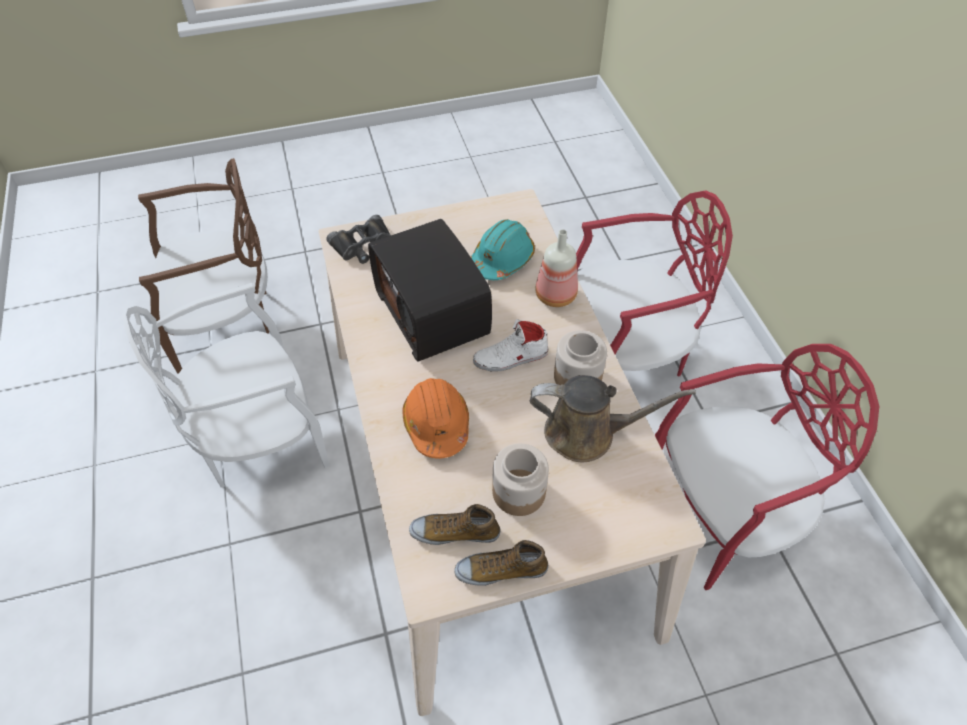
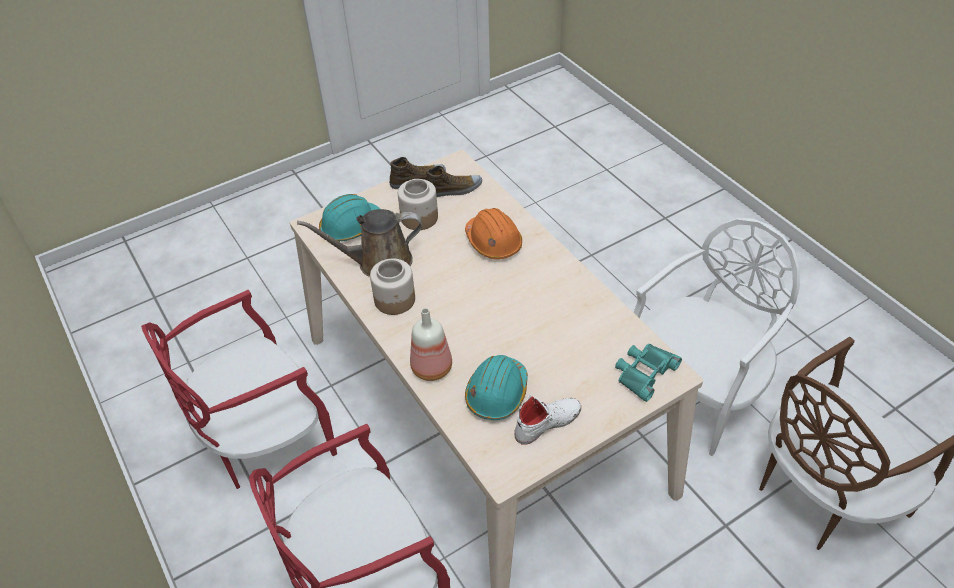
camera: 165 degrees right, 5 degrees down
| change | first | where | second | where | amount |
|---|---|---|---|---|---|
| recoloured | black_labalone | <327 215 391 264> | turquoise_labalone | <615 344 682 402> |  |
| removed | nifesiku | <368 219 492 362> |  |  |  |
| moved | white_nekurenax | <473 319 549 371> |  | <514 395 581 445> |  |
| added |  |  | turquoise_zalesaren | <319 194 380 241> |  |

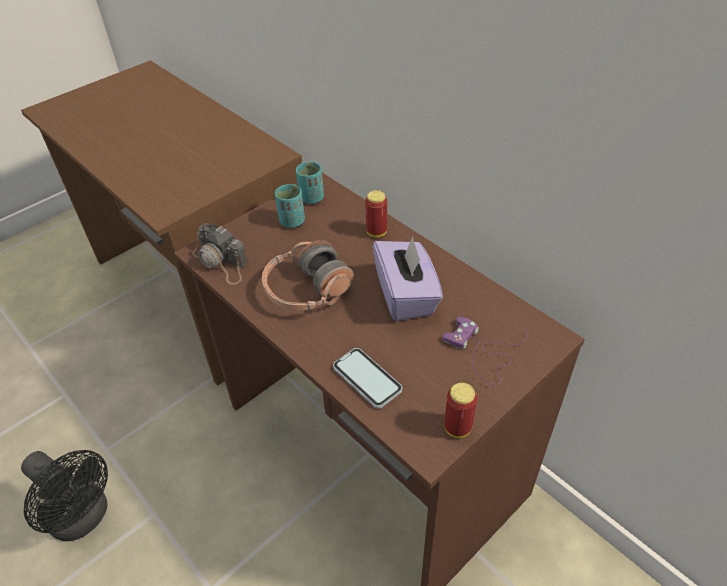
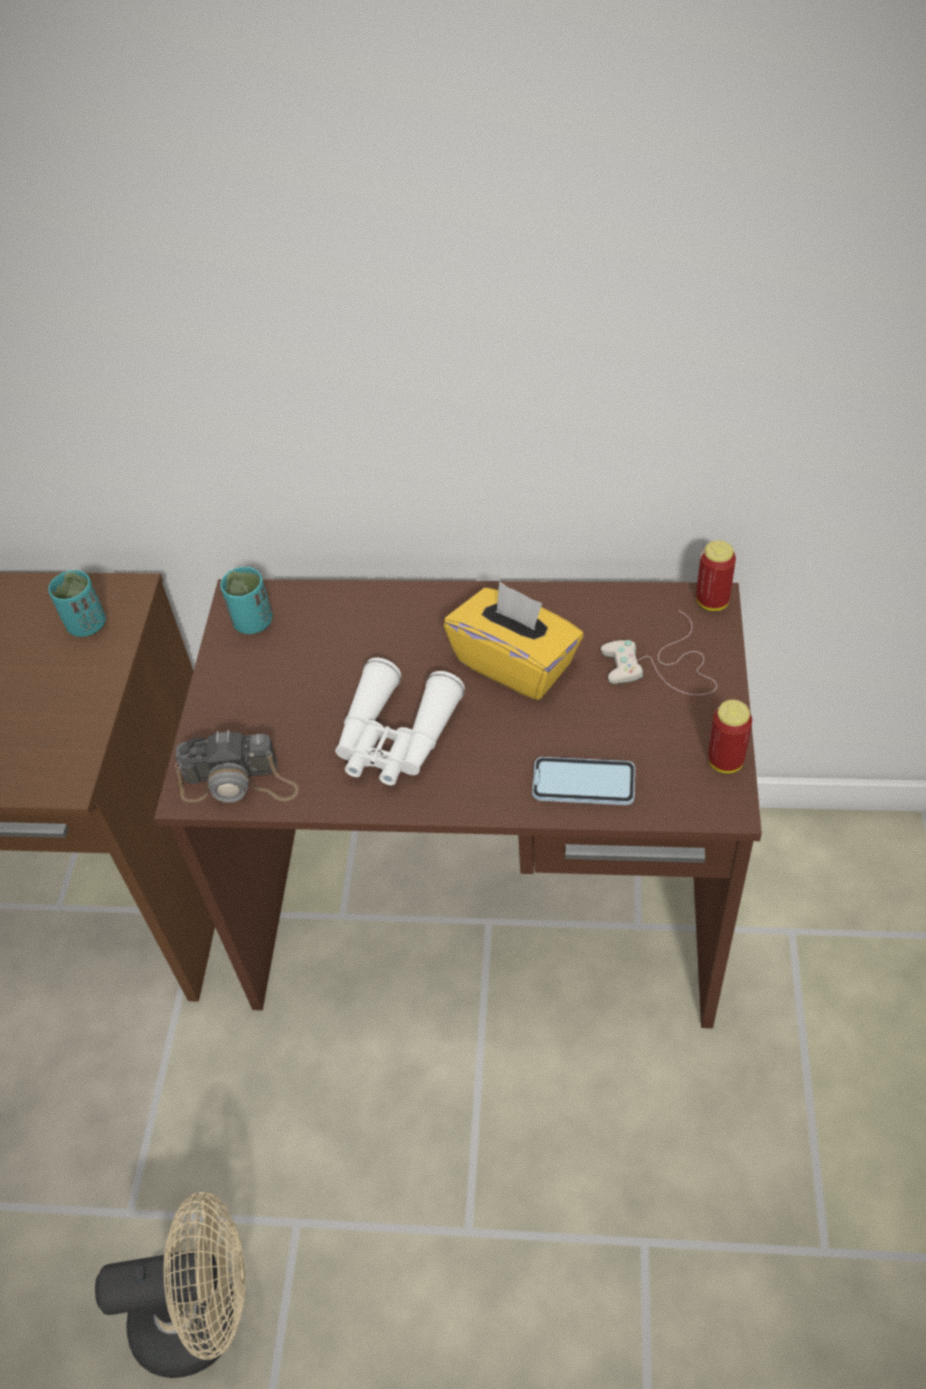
camera: 40 degrees left, 5 degrees up
| change | first | where | second | where | amount |
|---|---|---|---|---|---|
| recoloured | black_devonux | <21 450 108 541> | beige_devonux | <95 1192 245 1378> |  |
| replaced | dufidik | <262 240 354 311> | white_labalone | <335 658 465 785> |  |
| moved | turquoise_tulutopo | <275 184 305 228> |  | <48 570 106 637> |  |
| moved | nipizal | <365 190 387 237> |  | <696 540 736 611> |  |
| recoloured | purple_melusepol | <373 237 443 321> | yellow_melusepol | <444 581 583 700> |  |
| recoloured | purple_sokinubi | <442 317 528 385> | white_sokinubi | <601 610 717 695> |  |

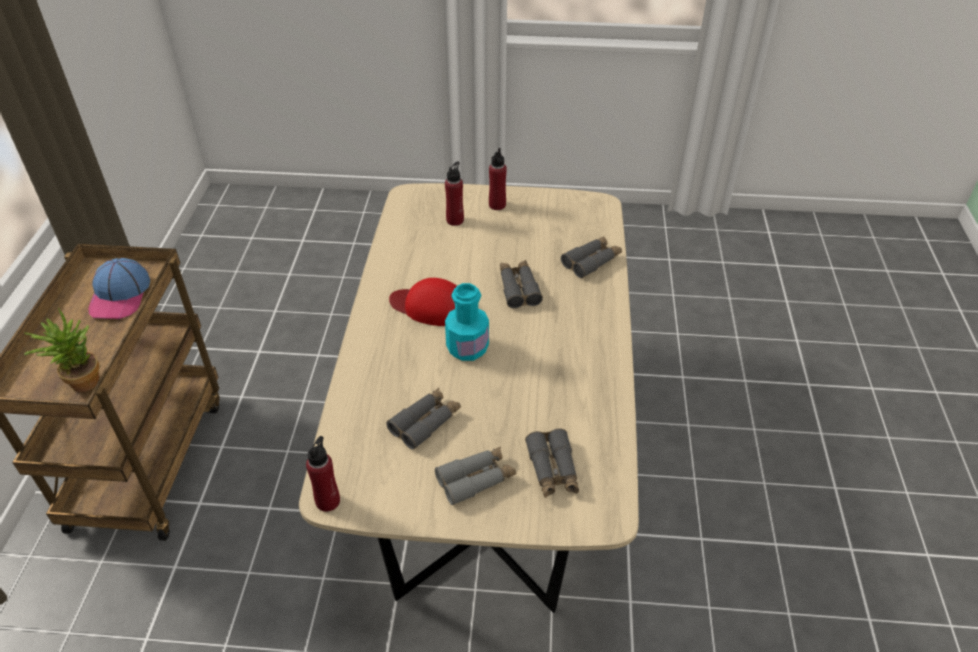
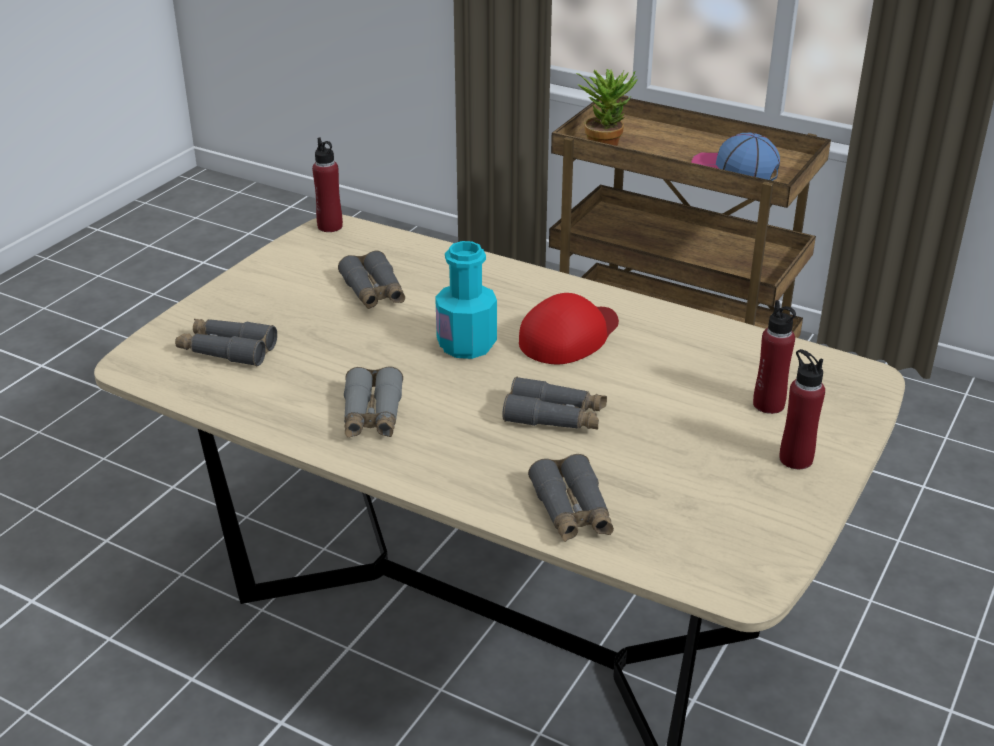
camera: 115 degrees right, 10 degrees down
| change | first | where | second | where | amount |
|---|---|---|---|---|---|
| moved | grey_labalone | <435 447 516 505> |  | <344 366 403 438> |  |

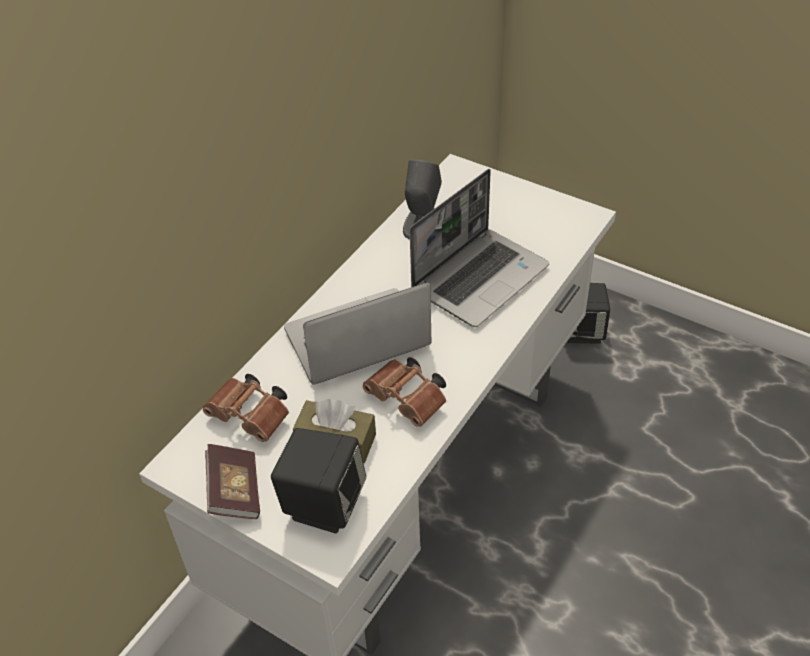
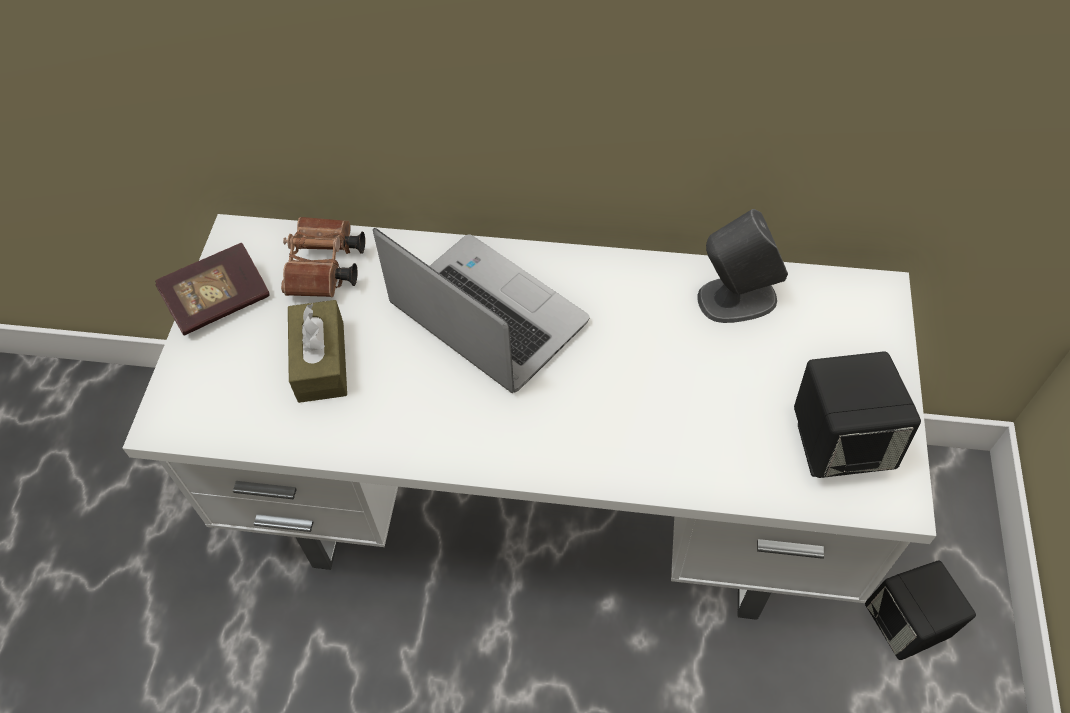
camera: 65 degrees right, 10 degrees up
| change | first | where | second | where | amount |
|---|---|---|---|---|---|
| moved | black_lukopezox | <271 428 366 533> |  | <794 351 921 478> |  |
| removed | brown_labalone | <363 357 446 427> |  |  |  |
| removed | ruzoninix | <410 169 549 327> |  |  |  |

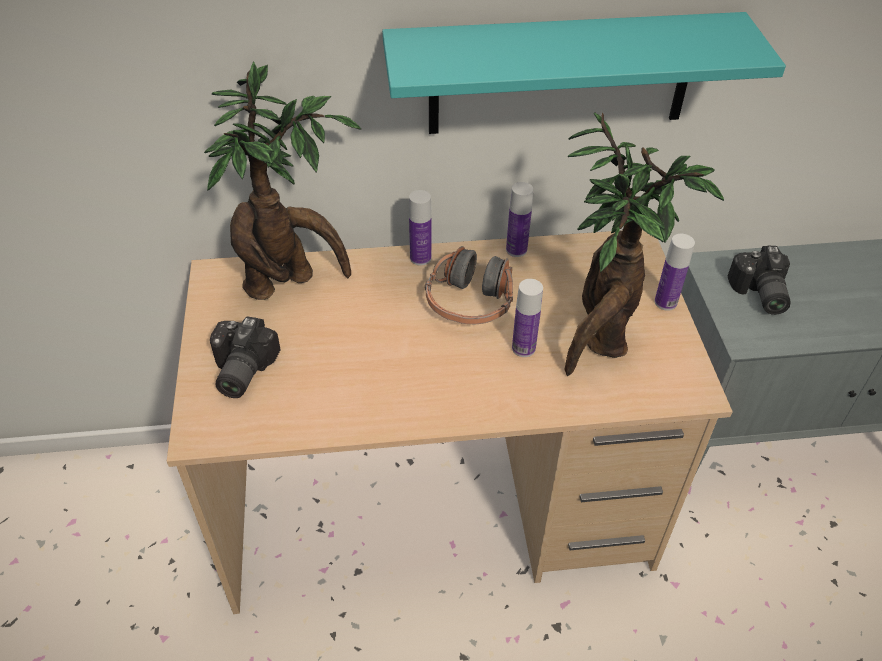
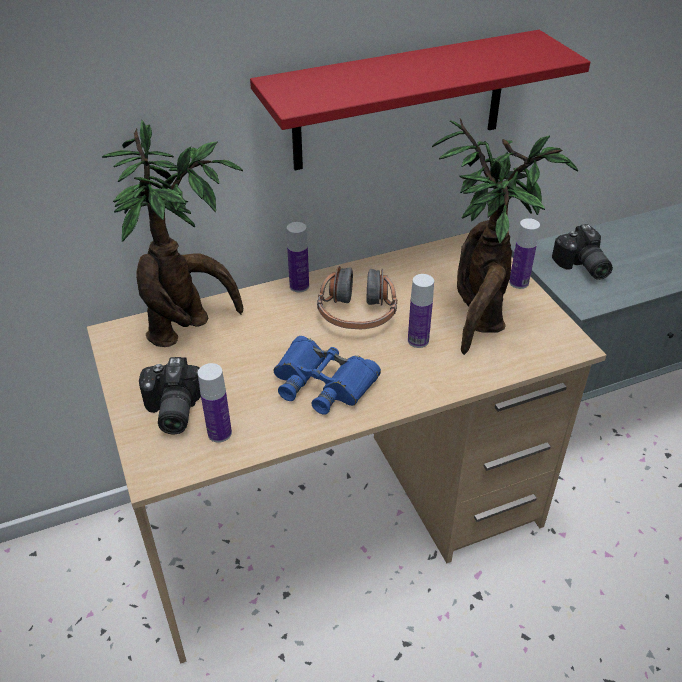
camera: 15 degrees left, 5 degrees down
| change | first | where | second | where | amount |
|---|---|---|---|---|---|
| recoloured | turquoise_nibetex | <382 12 786 134> | red_nibetex | <250 30 590 170> |  |
| moved | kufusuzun | <506 182 533 257> |  | <198 363 232 443> |  |
| added |  |  | blue_labalone | <273 336 381 415> |  |

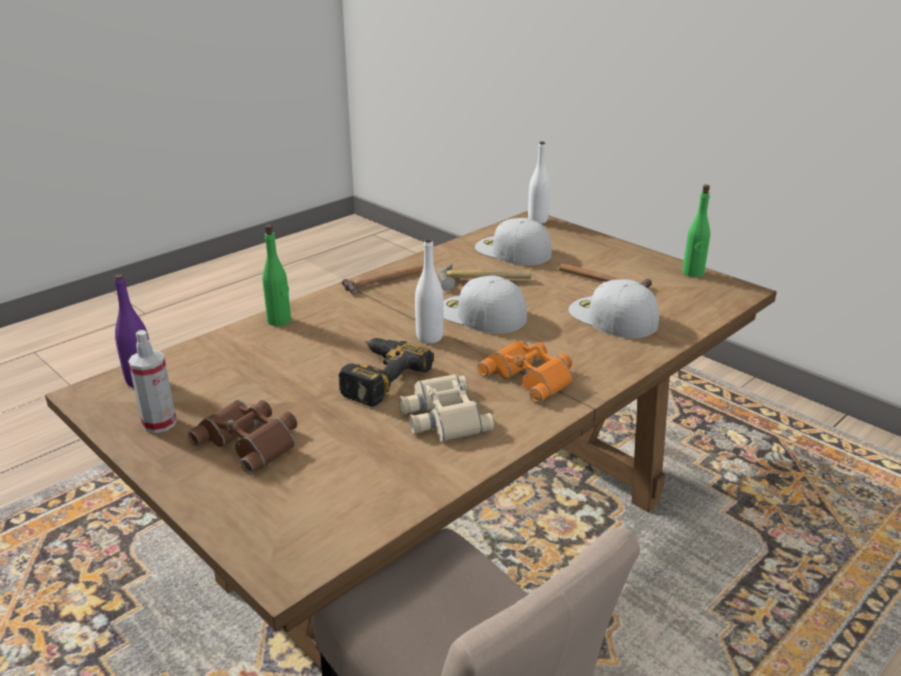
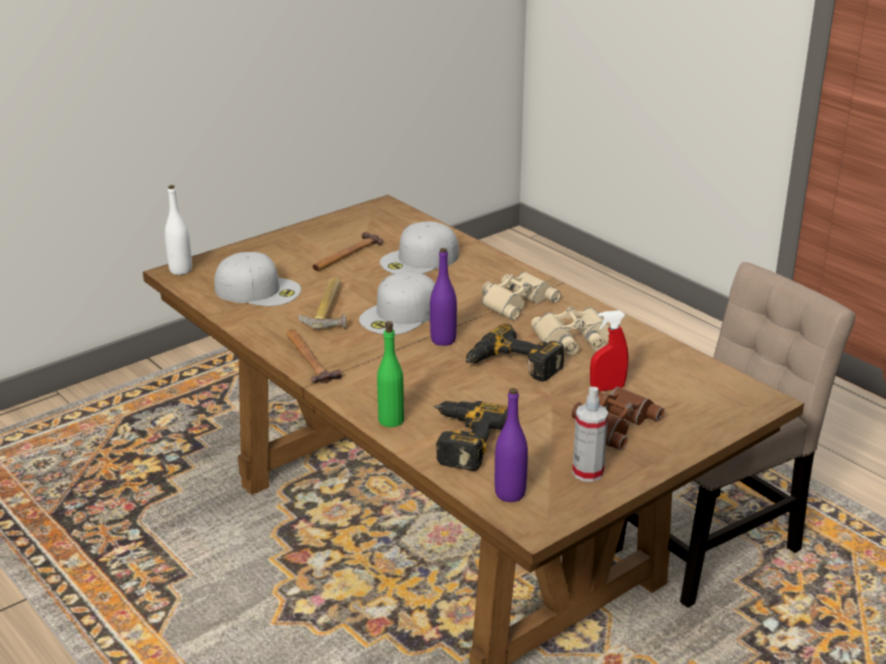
camera: 85 degrees left, 0 degrees up
| change | first | where | second | where | amount |
|---|---|---|---|---|---|
| recoloured | white_kufusuzun | <415 238 444 343> | purple_kufusuzun | <430 248 457 346> |  |
| turned | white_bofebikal | <475 218 552 265> |  | <214 252 301 306> | 120 degrees counterclockwise |
| recoloured | orange_labalone | <477 339 574 403> | beige_labalone | <481 272 560 320> |  |
| removed | green_kufusuzun | <682 185 710 277> |  |  |  |
| added |  |  | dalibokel | <434 401 508 471> |  |
| added |  |  | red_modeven | <590 310 628 391> |  |

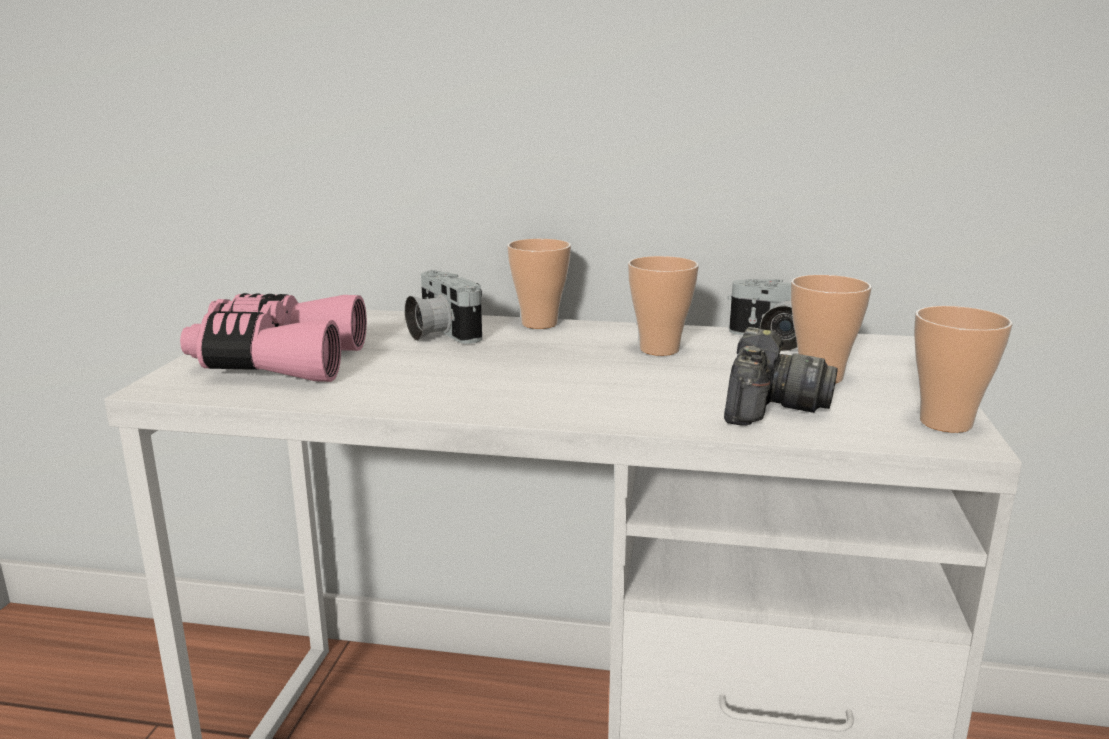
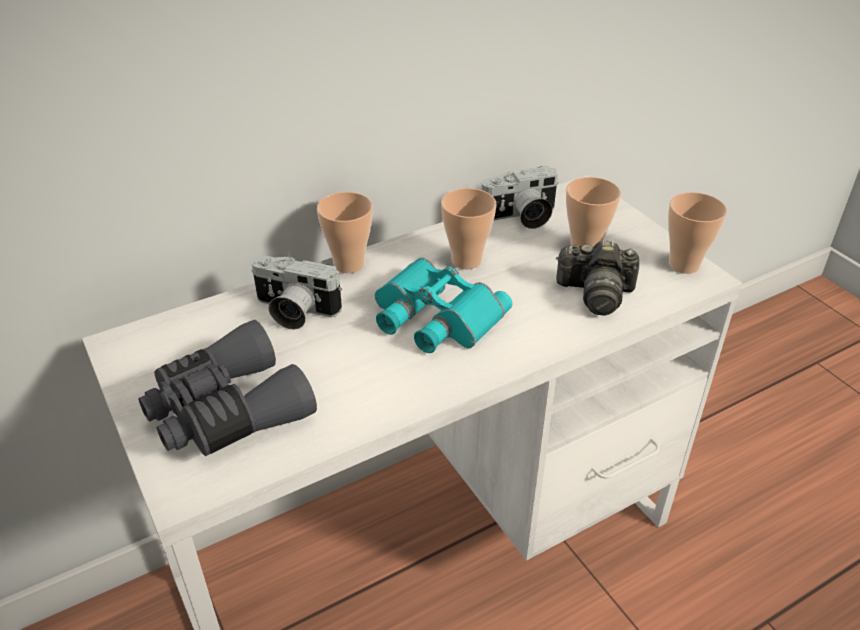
camera: 40 degrees left, 20 degrees up
| change | first | where | second | where | amount |
|---|---|---|---|---|---|
| recoloured | pink_labalone | <180 293 367 382> | grey_labalone | <138 320 317 456> |  |
| turned | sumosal | <724 327 838 426> |  | <556 240 639 315> | 120 degrees clockwise |
| added |  |  | turquoise_labalone | <375 257 513 353> |  |

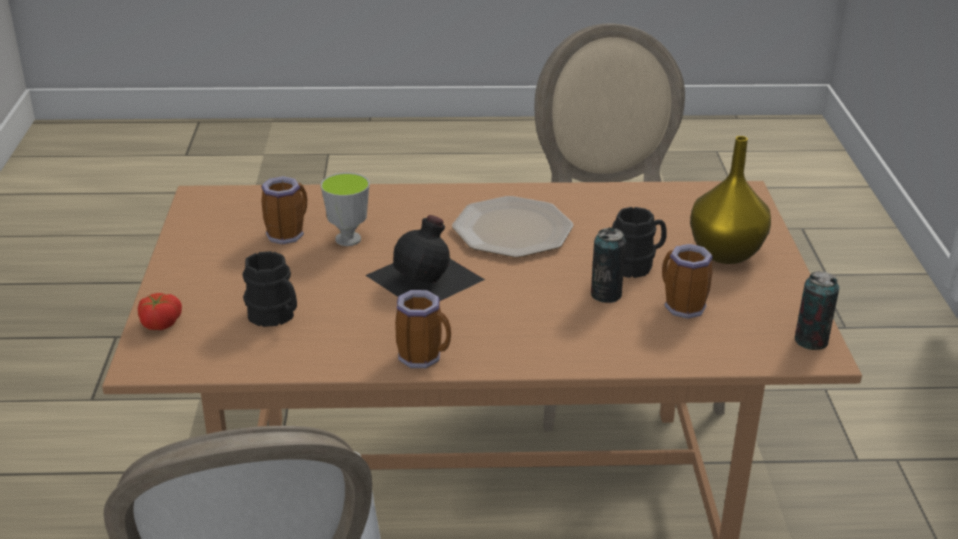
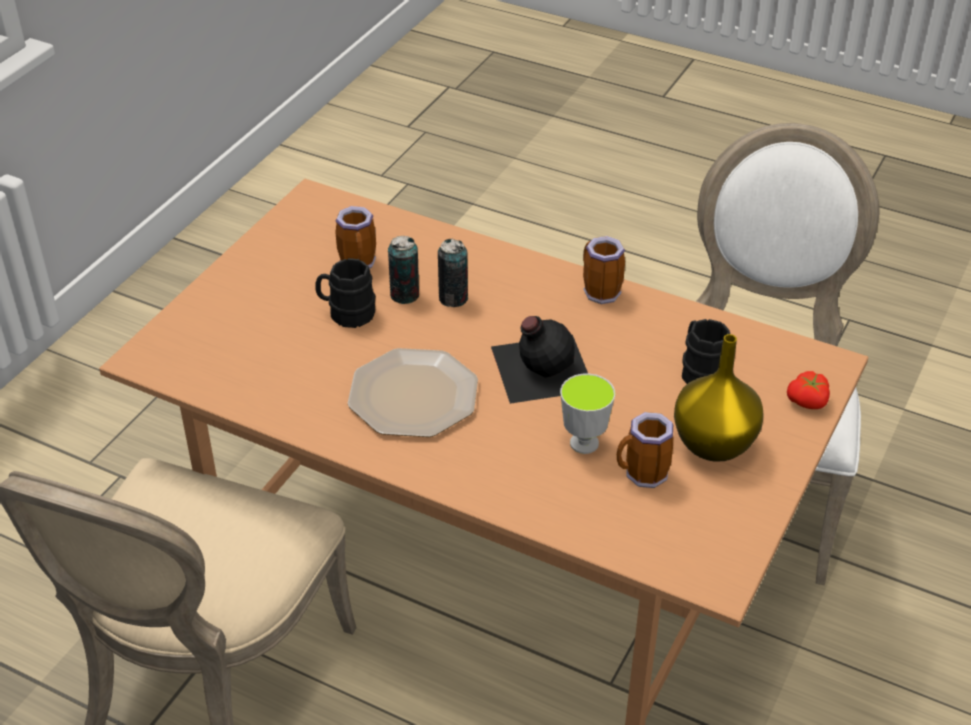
camera: 150 degrees left, 10 degrees up
| change | first | where | second | where | amount |
|---|---|---|---|---|---|
| moved | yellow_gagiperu | <690 136 771 264> |  | <674 334 764 462> |  |
| moved | nipizal | <795 271 839 350> |  | <438 239 468 307> |  |

